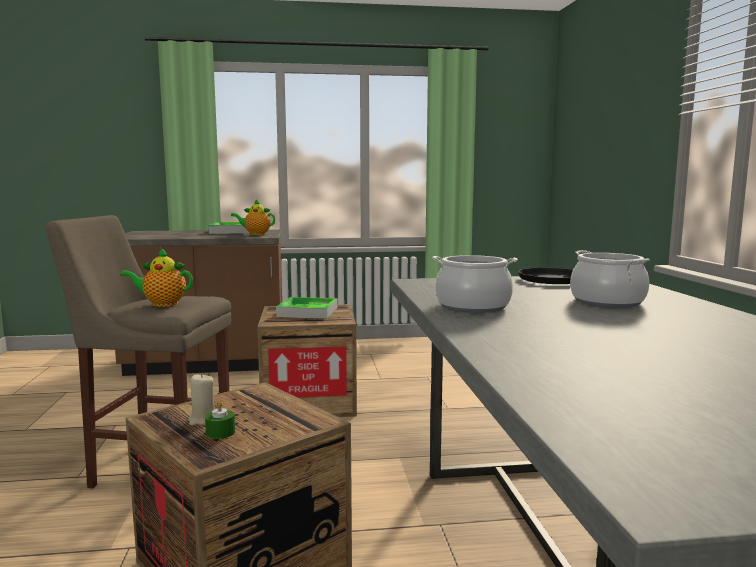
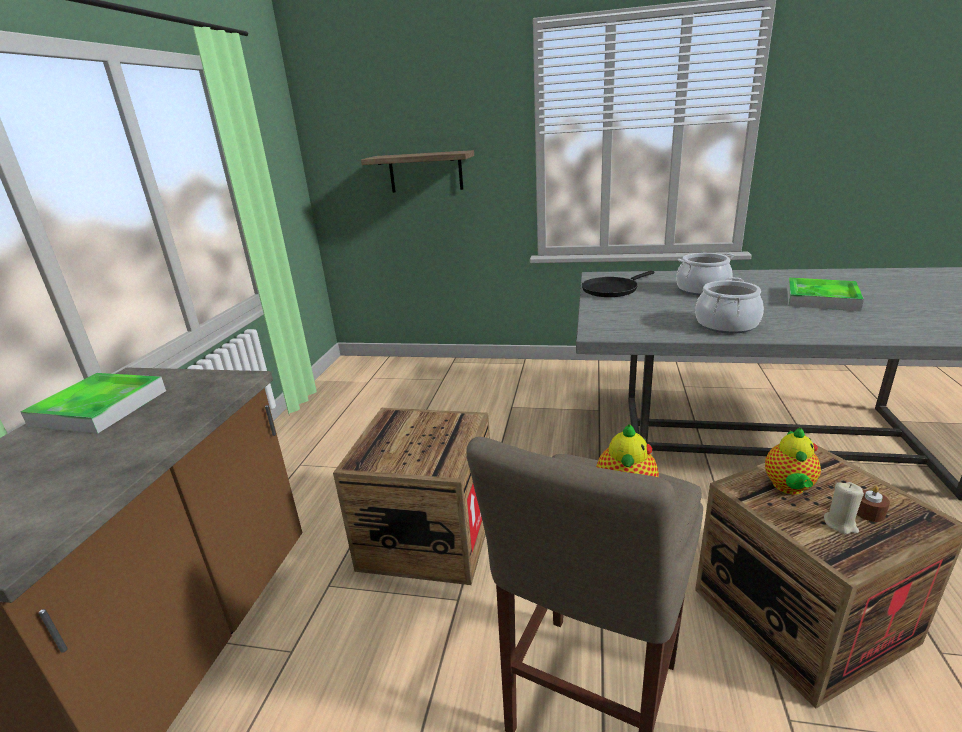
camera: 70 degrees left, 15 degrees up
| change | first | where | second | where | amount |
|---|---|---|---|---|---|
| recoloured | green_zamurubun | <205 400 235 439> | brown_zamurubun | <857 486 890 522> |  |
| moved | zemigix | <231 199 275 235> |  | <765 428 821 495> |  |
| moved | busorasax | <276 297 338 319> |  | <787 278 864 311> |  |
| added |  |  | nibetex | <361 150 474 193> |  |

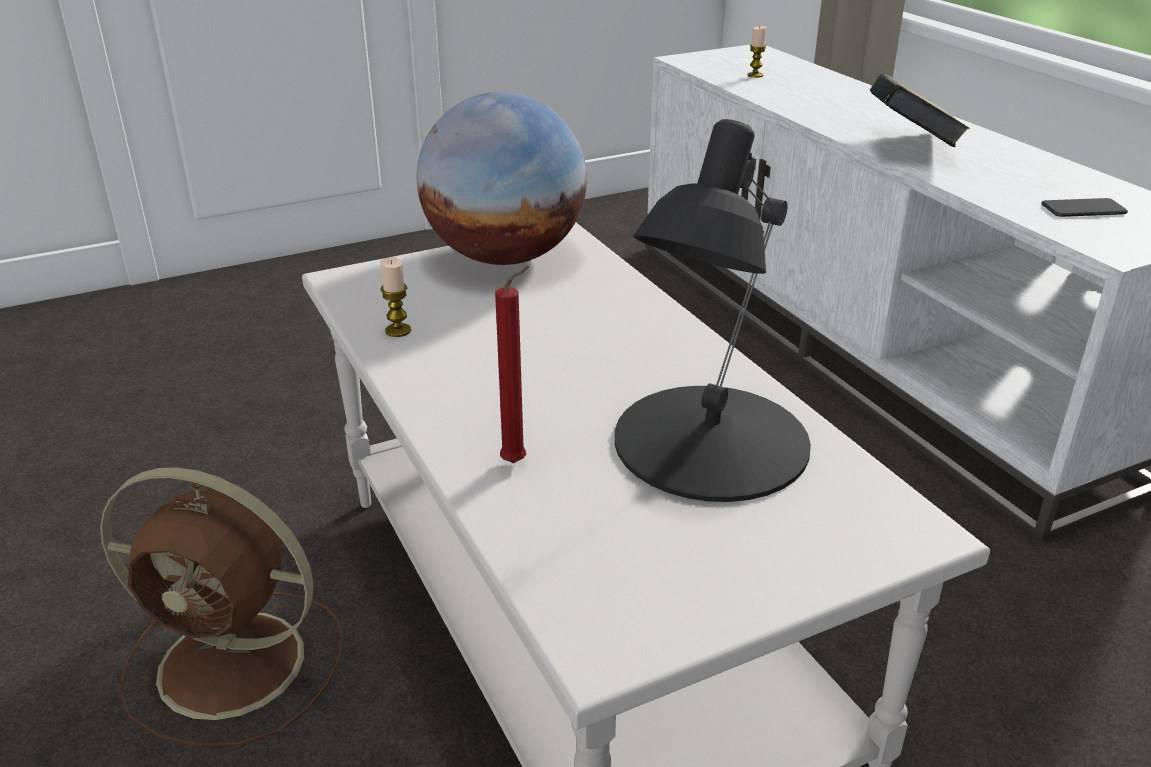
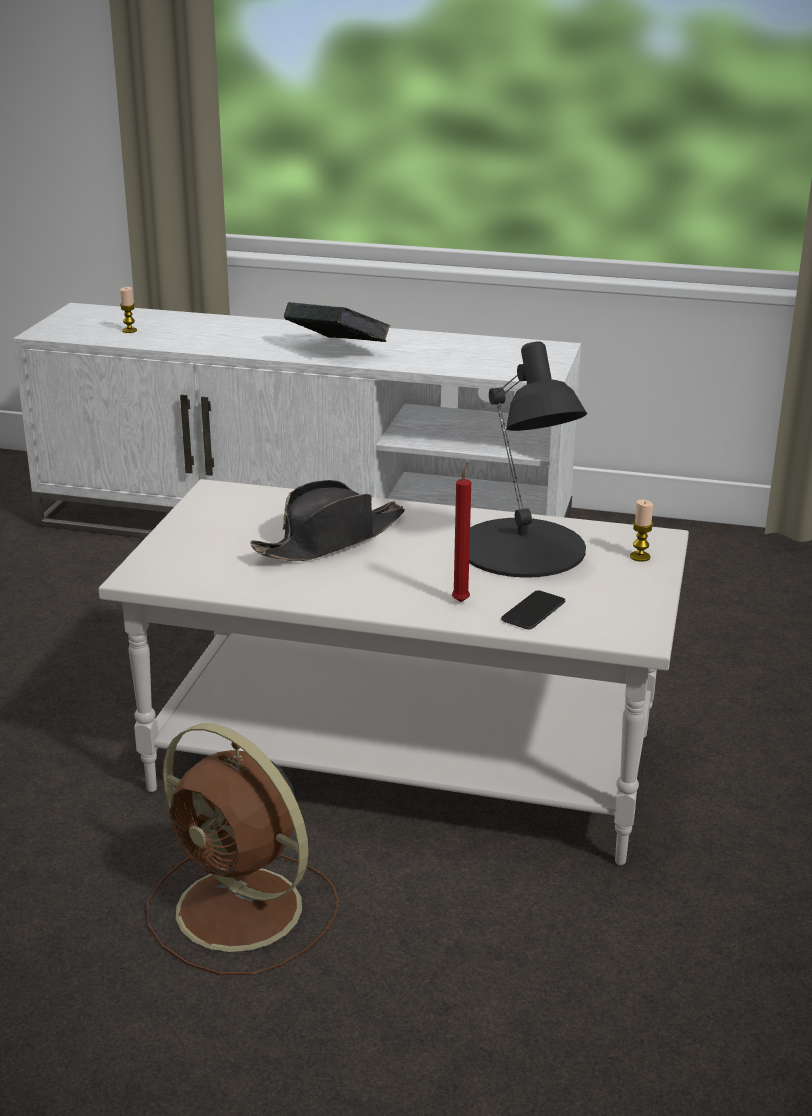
camera: 50 degrees left, 5 degrees down
| change | first | where | second | where | amount |
|---|---|---|---|---|---|
| turned | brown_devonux | <100 467 343 747> |  | <147 723 339 975> | 75 degrees clockwise |
| moved | zamurubun | <380 257 411 337> |  | <630 500 654 562> |  |
| removed | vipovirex | <417 92 587 265> |  |  |  |
| moved | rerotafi | <1041 198 1128 217> |  | <501 590 565 629> |  |
| added |  |  | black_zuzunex | <250 480 405 561> |  |

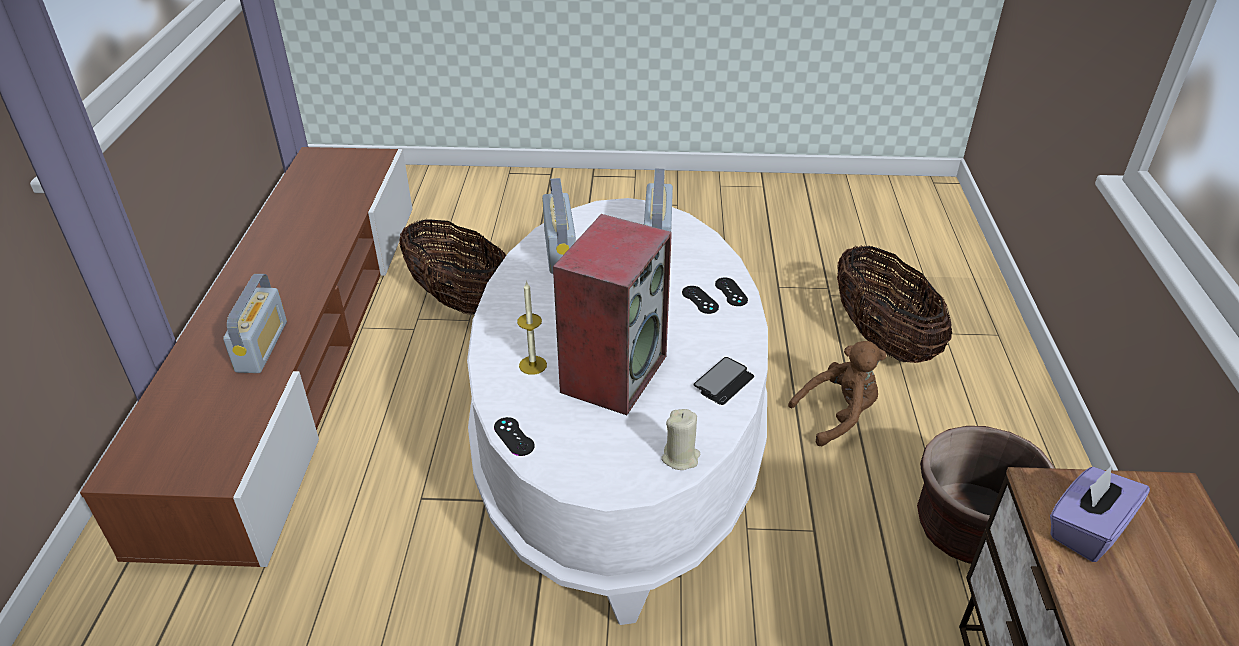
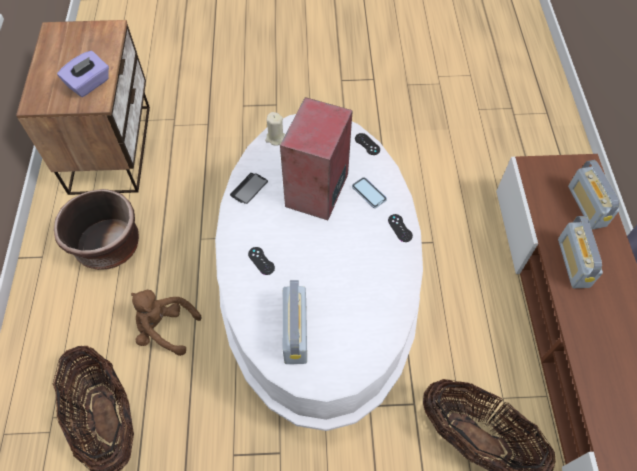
camera: 175 degrees right, 20 degrees up
| change | first | where | second | where | amount |
|---|---|---|---|---|---|
| replaced | zamurubun | <517 281 547 375> | rerotafi | <352 177 387 208> |  |
| moved | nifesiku | <542 178 576 274> |  | <568 160 619 229> |  |
| moved | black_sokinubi | <715 278 748 306> |  | <388 214 413 242> |  |
| turned | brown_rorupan | <788 341 887 446> |  | <131 290 202 356> | 45 degrees clockwise |

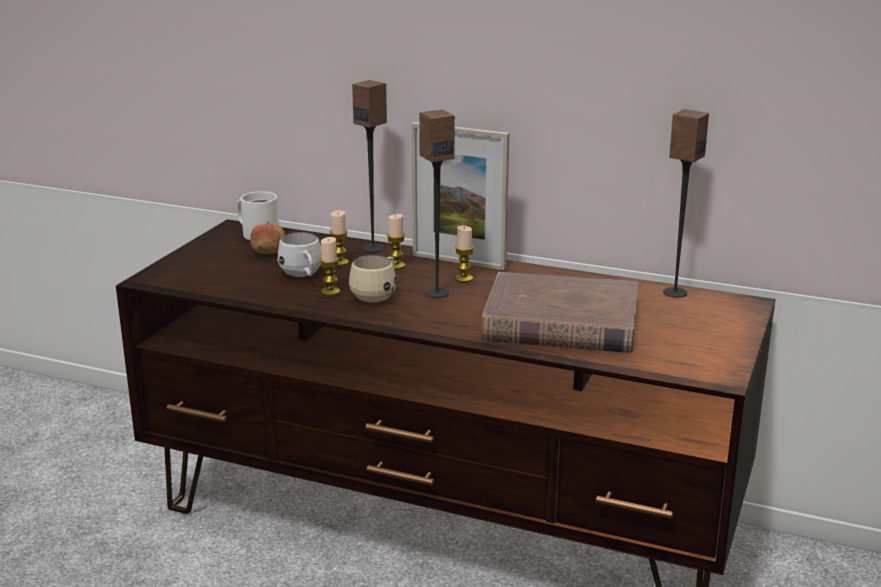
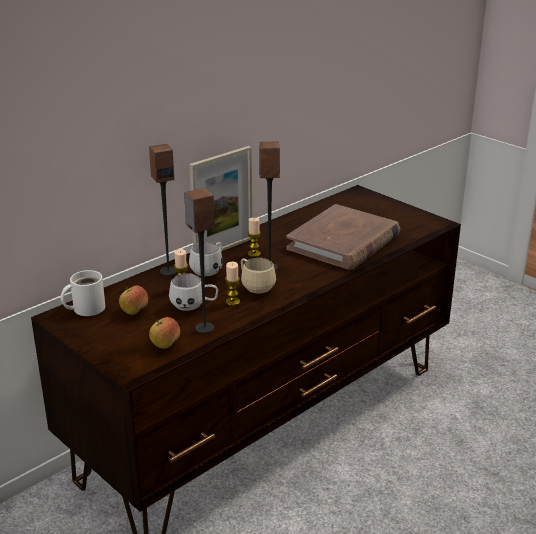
camera: 65 degrees left, 5 degrees up
| change | first | where | second | where | amount |
|---|---|---|---|---|---|
| replaced | zamurubun | <387 214 405 269> | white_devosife | <189 242 223 276> |  |
| moved | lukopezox | <663 109 709 298> |  | <184 188 215 333> |  |
| added |  |  | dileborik | <149 317 180 349> |  |

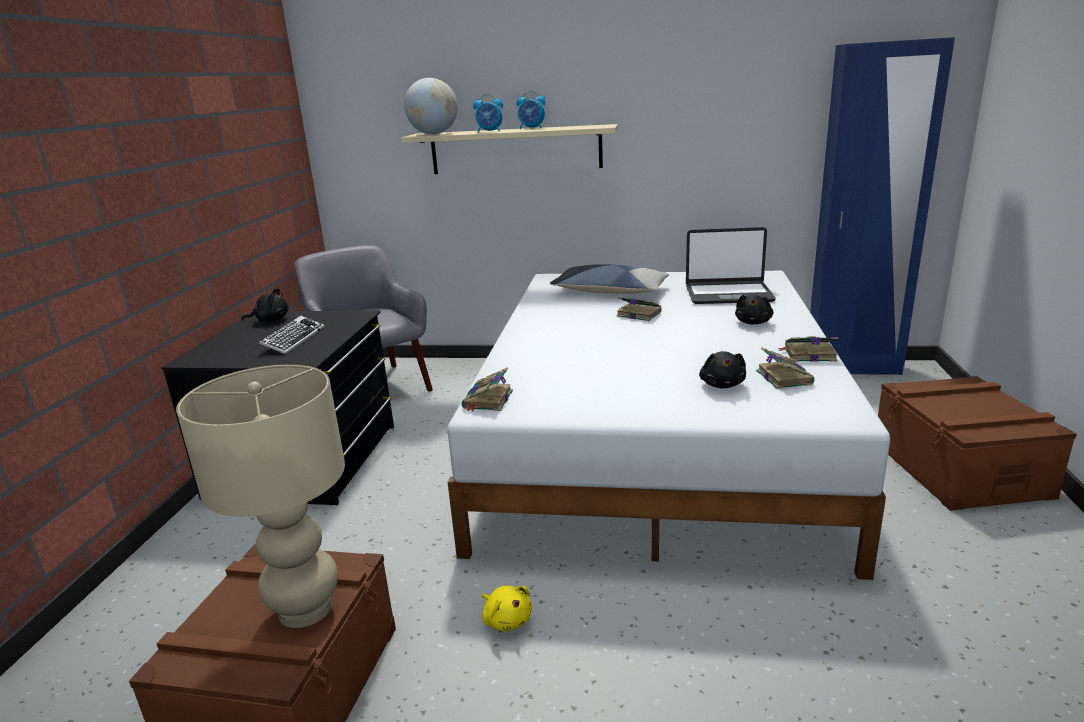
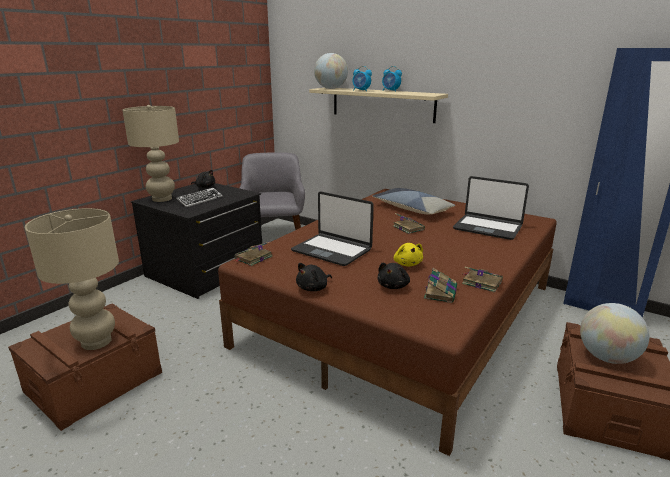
camera: 25 degrees right, 0 degrees up
| change | first | where | second | where | amount |
|---|---|---|---|---|---|
| recoloured | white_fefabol | <447 271 890 580> | brown_fefabol | <218 189 557 456> |  |
| moved | yellow_rorupan | <482 586 532 632> |  | <394 243 423 267> |  |
| moved | black_rorupan | <735 295 773 324> |  | <296 263 332 291> |  |
| added |  |  | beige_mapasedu | <122 105 179 202> |  |
| added |  |  | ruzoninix | <291 191 374 266> |  |
| added |  |  | vipovirex | <580 303 650 364> |  |

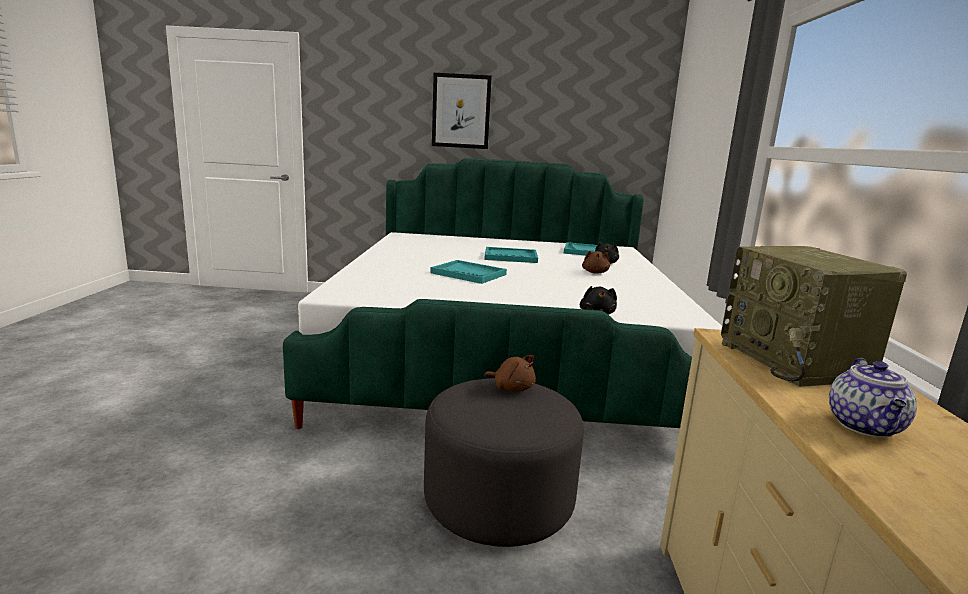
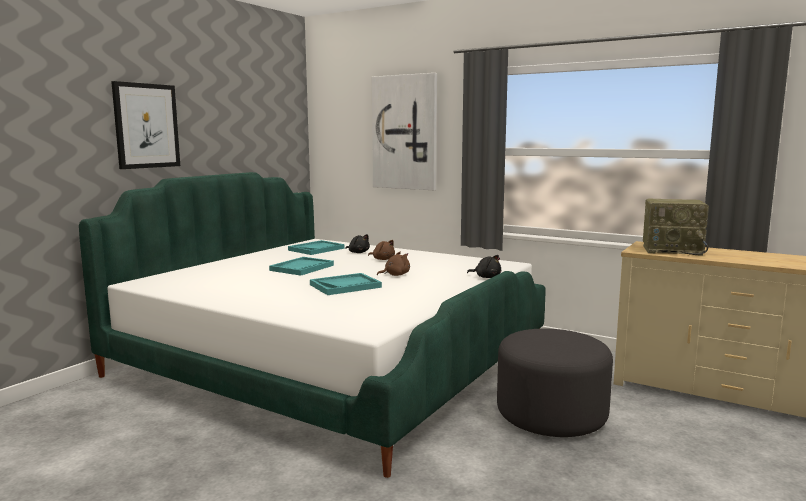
camera: 60 degrees left, 5 degrees down
| change | first | where | second | where | amount |
|---|---|---|---|---|---|
| moved | brown_rorupan | <484 355 536 392> |  | <377 252 410 276> |  |
| removed | zemigix | <829 358 917 438> |  |  |  |
| added |  |  | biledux | <372 73 437 190> |  |

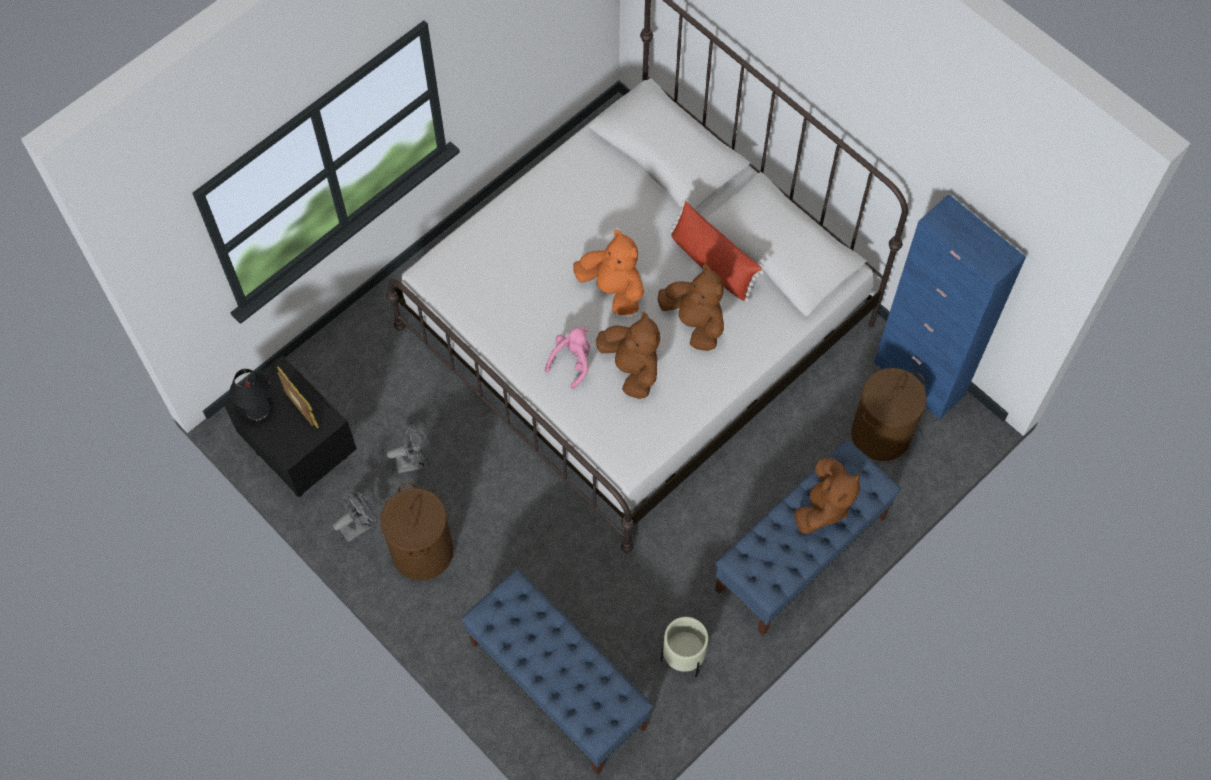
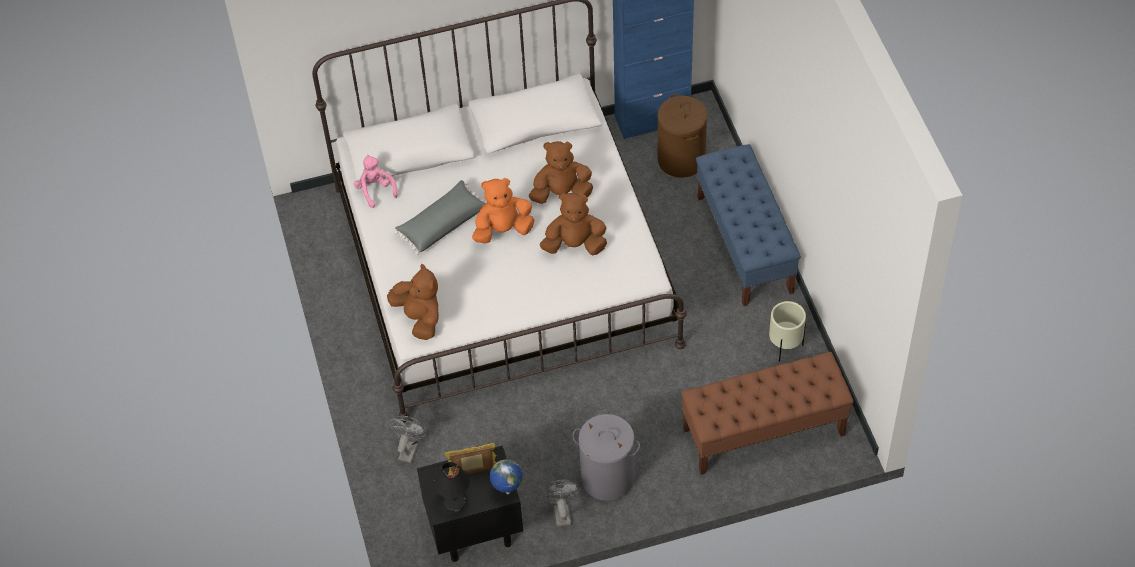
camera: 60 degrees left, 10 degrees down
| change | first | where | second | where | amount |
|---|---|---|---|---|---|
| recoloured | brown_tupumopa | <380 483 453 581> | grey_tupumopa | <573 414 640 501> |  |
| moved | grey_devonux | <387 424 431 473> |  | <389 416 428 463> |  |
| recoloured | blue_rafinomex | <461 569 653 775> | brown_rafinomex | <681 352 854 475> |  |
| moved | pink_rorupan | <545 327 590 389> |  | <354 155 398 208> |  |
| removed | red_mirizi | <670 200 764 302> |  |  |  |
| moved | brown_rorupan | <795 458 860 534> |  | <387 264 439 340> |  |
| added |  |  | grey_mirizi | <394 180 487 255> |  |
| added |  |  | vipovirex | <490 460 523 494> |  |

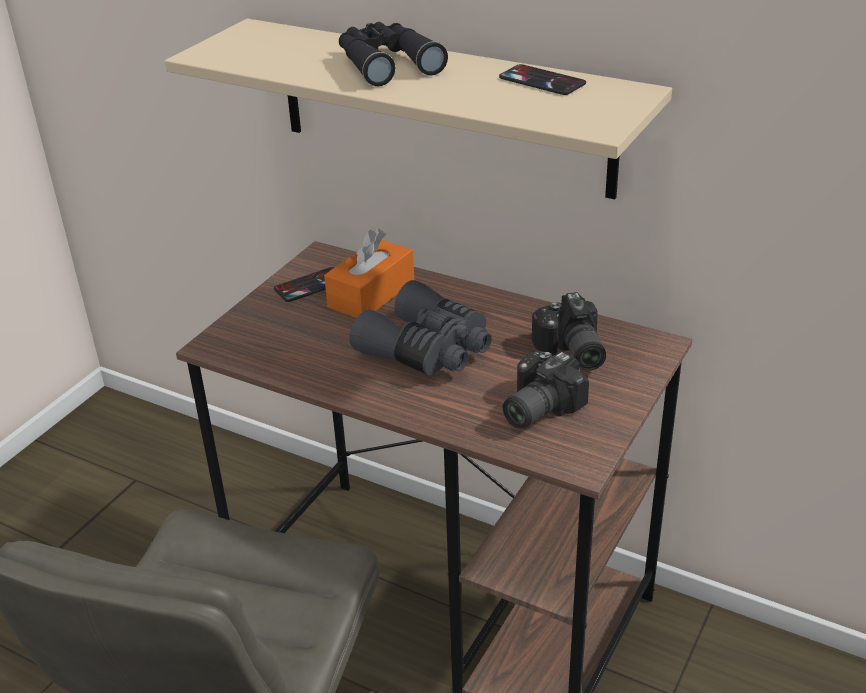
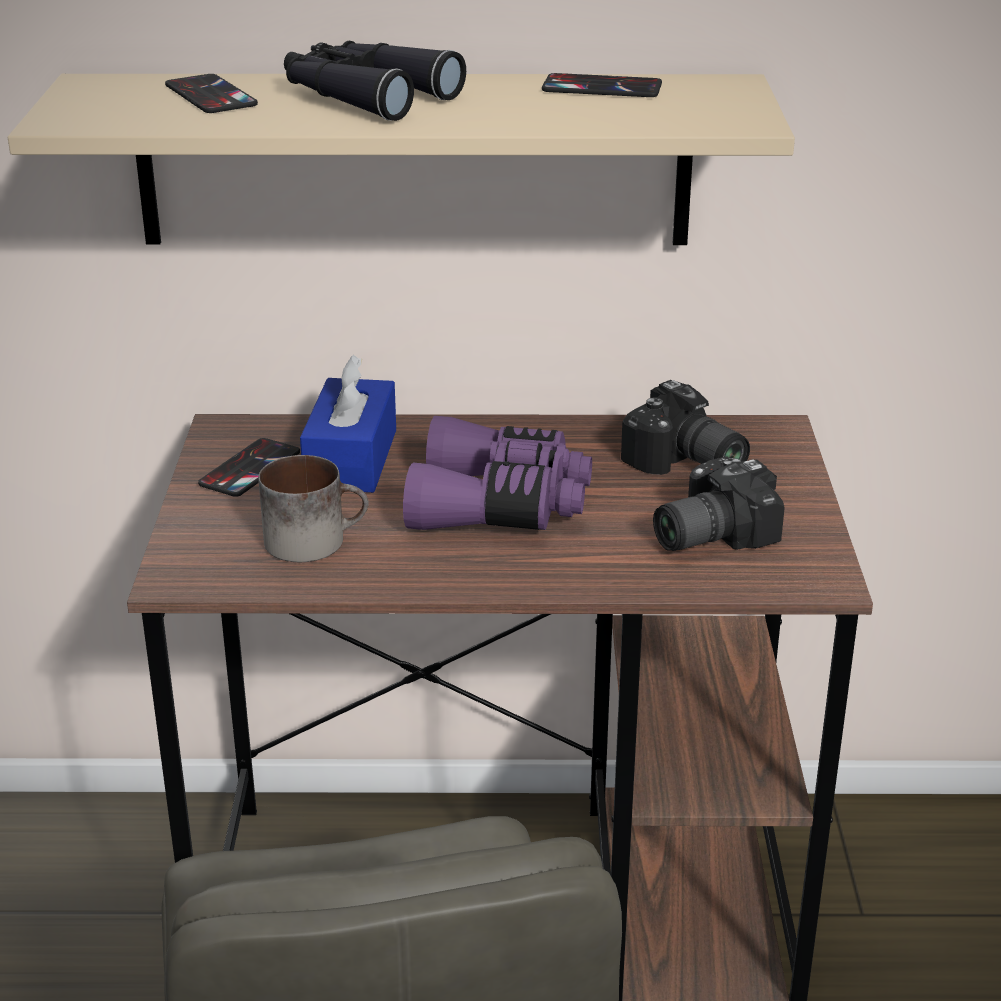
camera: 30 degrees left, 5 degrees down
| change | first | where | second | where | amount |
|---|---|---|---|---|---|
| recoloured | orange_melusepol | <324 229 414 318> | blue_melusepol | <300 355 396 493> |  |
| recoloured | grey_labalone | <350 280 492 375> | purple_labalone | <403 416 592 530> |  |
| turned | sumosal | <503 350 589 429> |  | <653 456 785 551> | 45 degrees clockwise |
| added |  |  | rerotafi | <165 74 258 113> |  |
| added |  |  | devosife | <258 455 369 562> |  |

